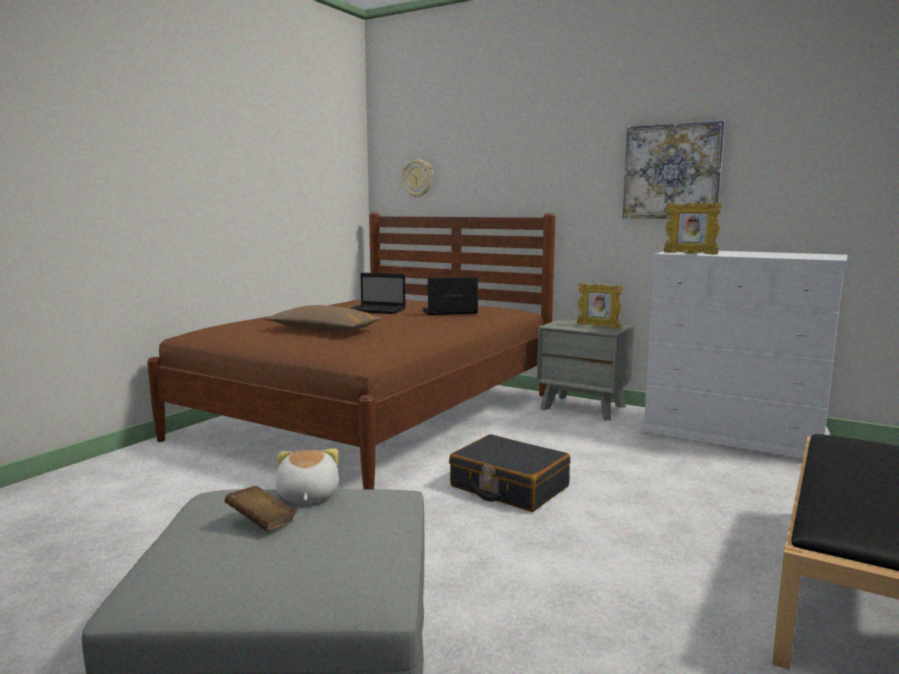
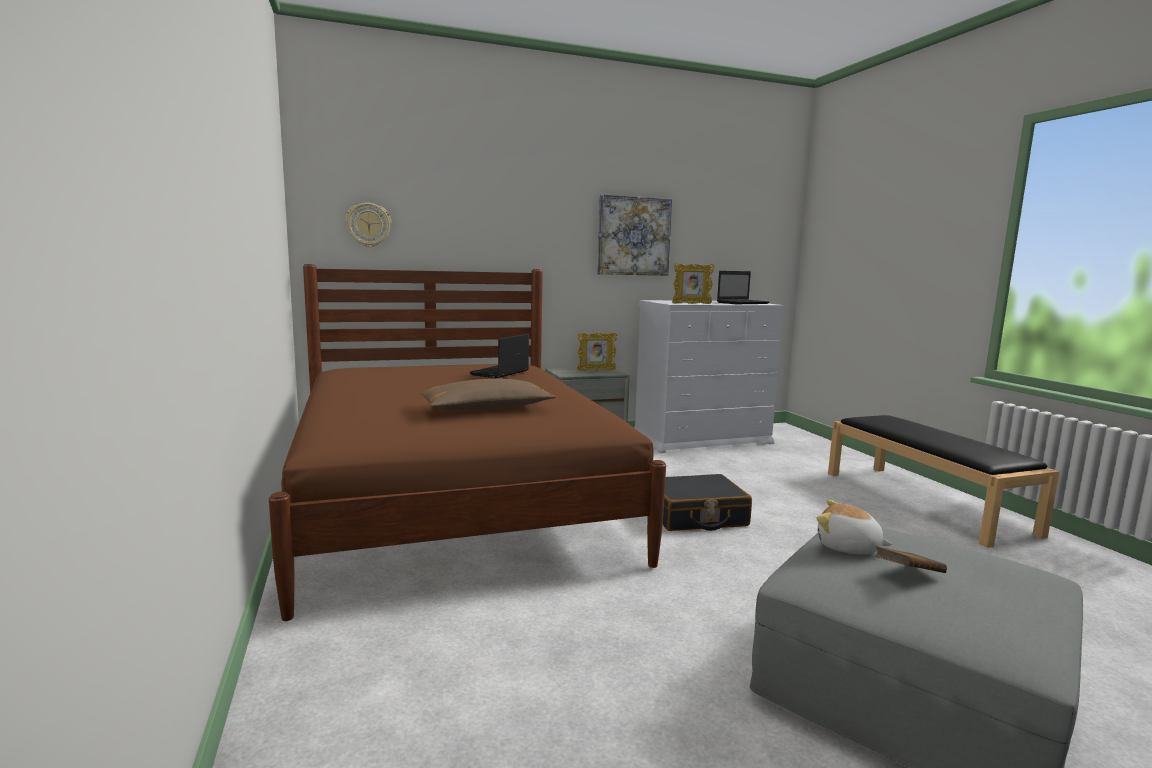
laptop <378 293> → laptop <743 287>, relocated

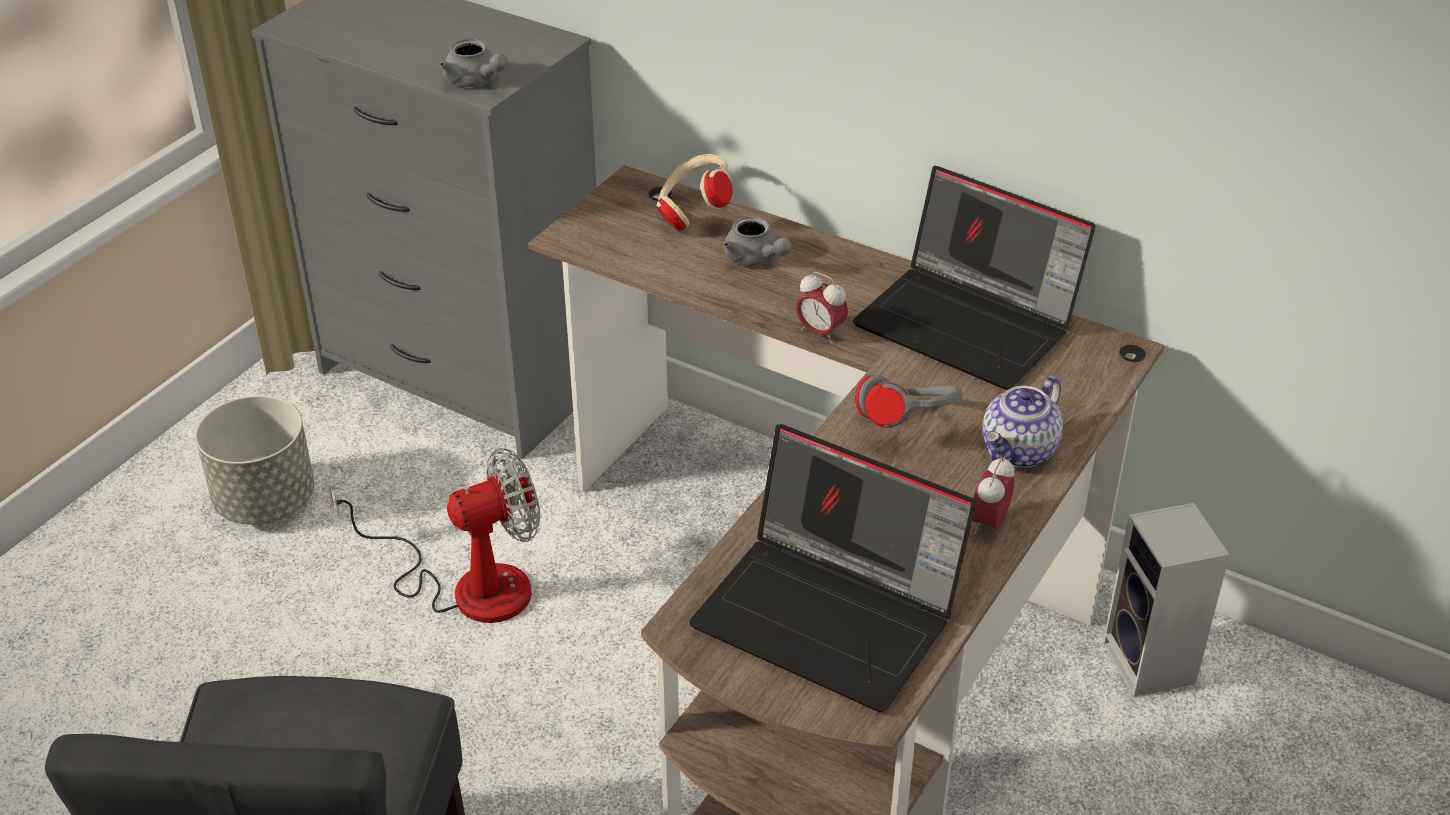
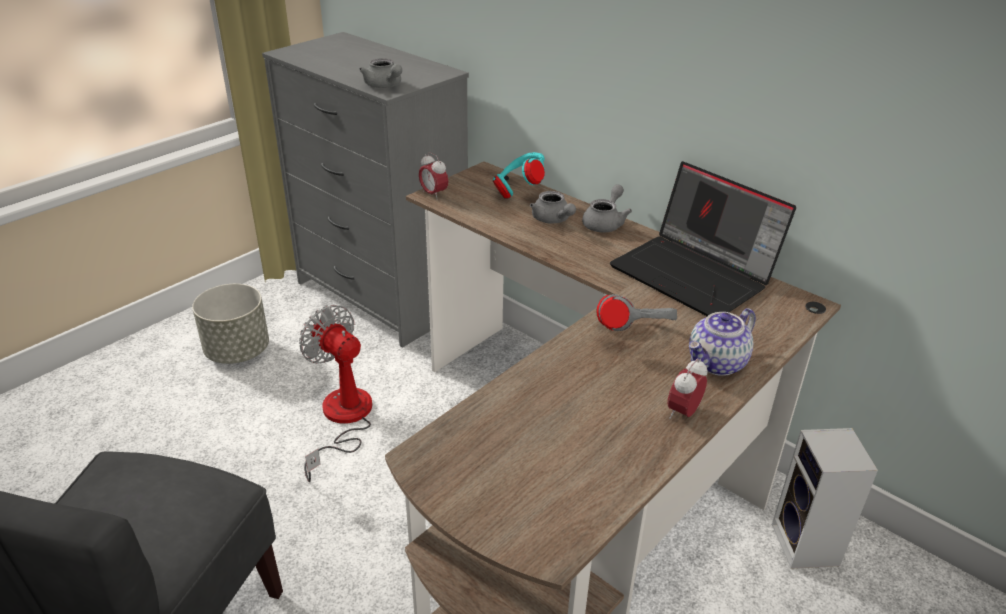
fan <434 535> → fan <335 393>, 120 degrees counterclockwise
beige headphones <694 192> → turquoise headphones <519 175>
laptop <832 568> → -
alarm clock <822 307> → alarm clock <433 176>, relocated
- → grey teapot <607 208>

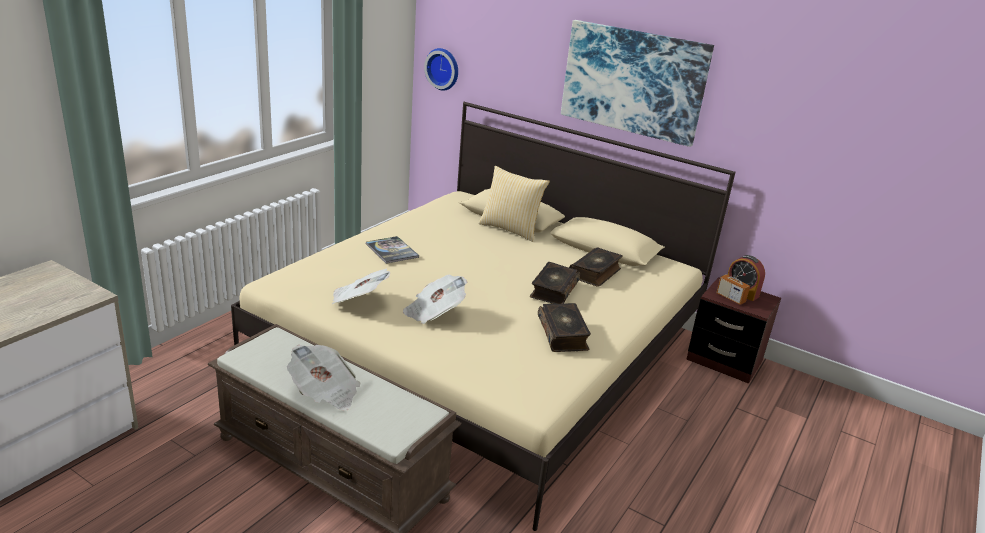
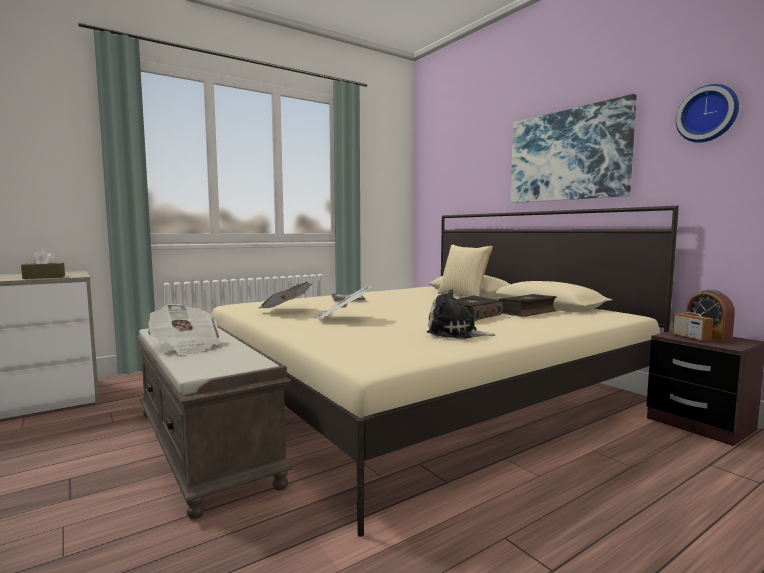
wall clock <441 69> → wall clock <707 113>, relocated
book <564 327> → plush toy <461 314>
- → brown tissue box <43 264>

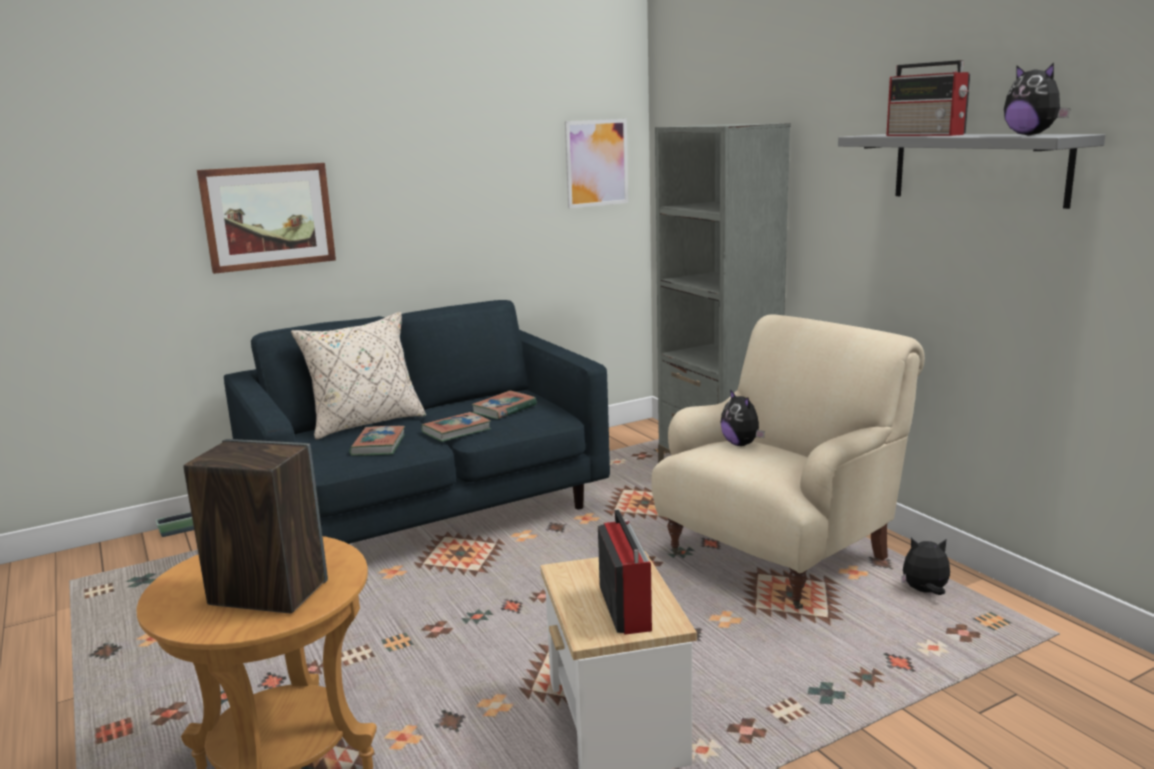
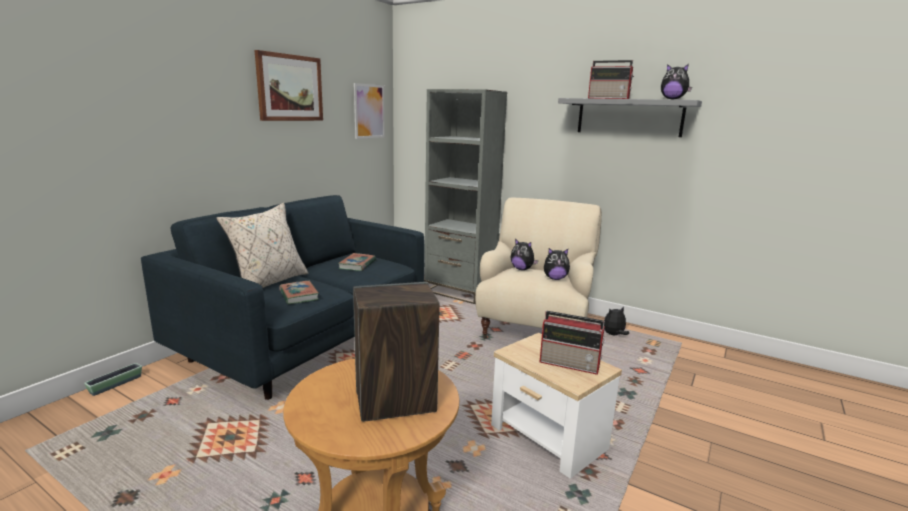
picture <266 218> → picture <289 85>, relocated
book <456 427> → -
radio <625 572> → radio <573 343>, 150 degrees clockwise
- → plush toy <557 264>

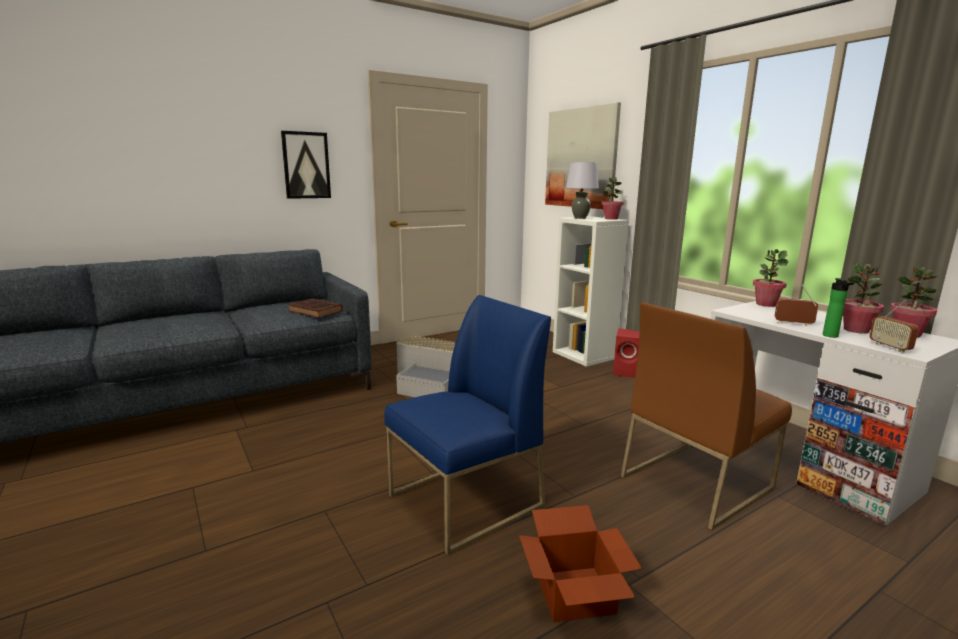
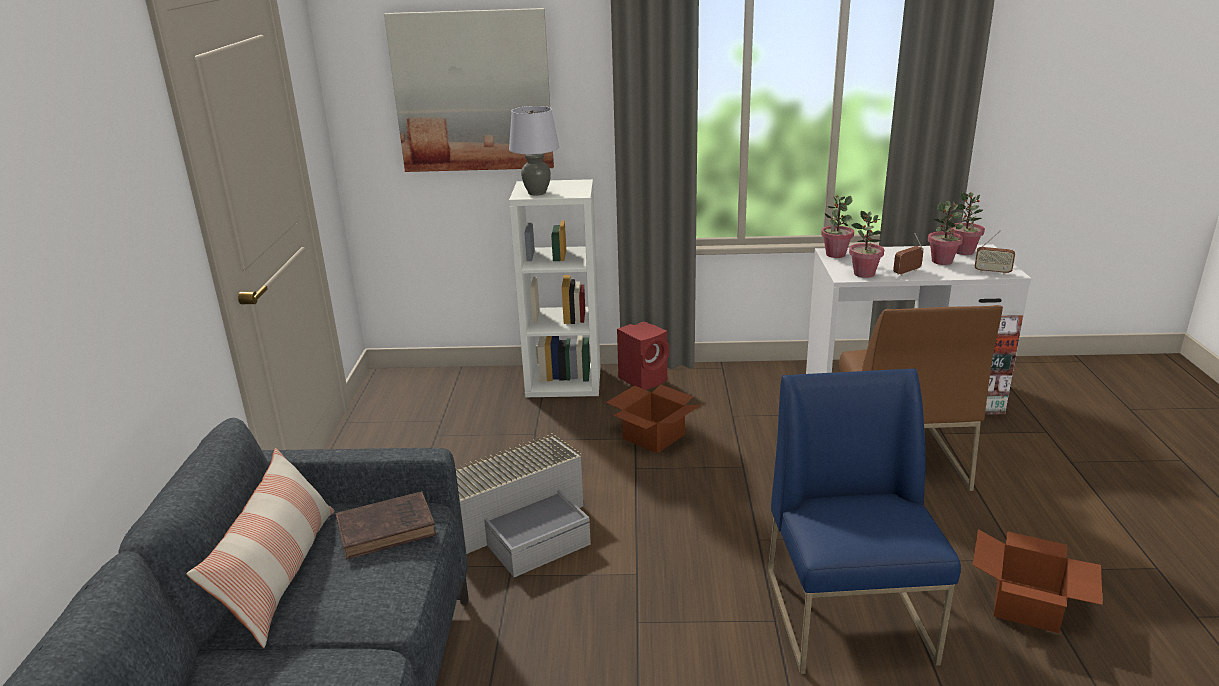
picture <306 165> → -
potted plant <612 199> → potted plant <866 244>, relocated
bottle <838 308> → -
- → pillow <260 548>
- → cardboard box <653 419>

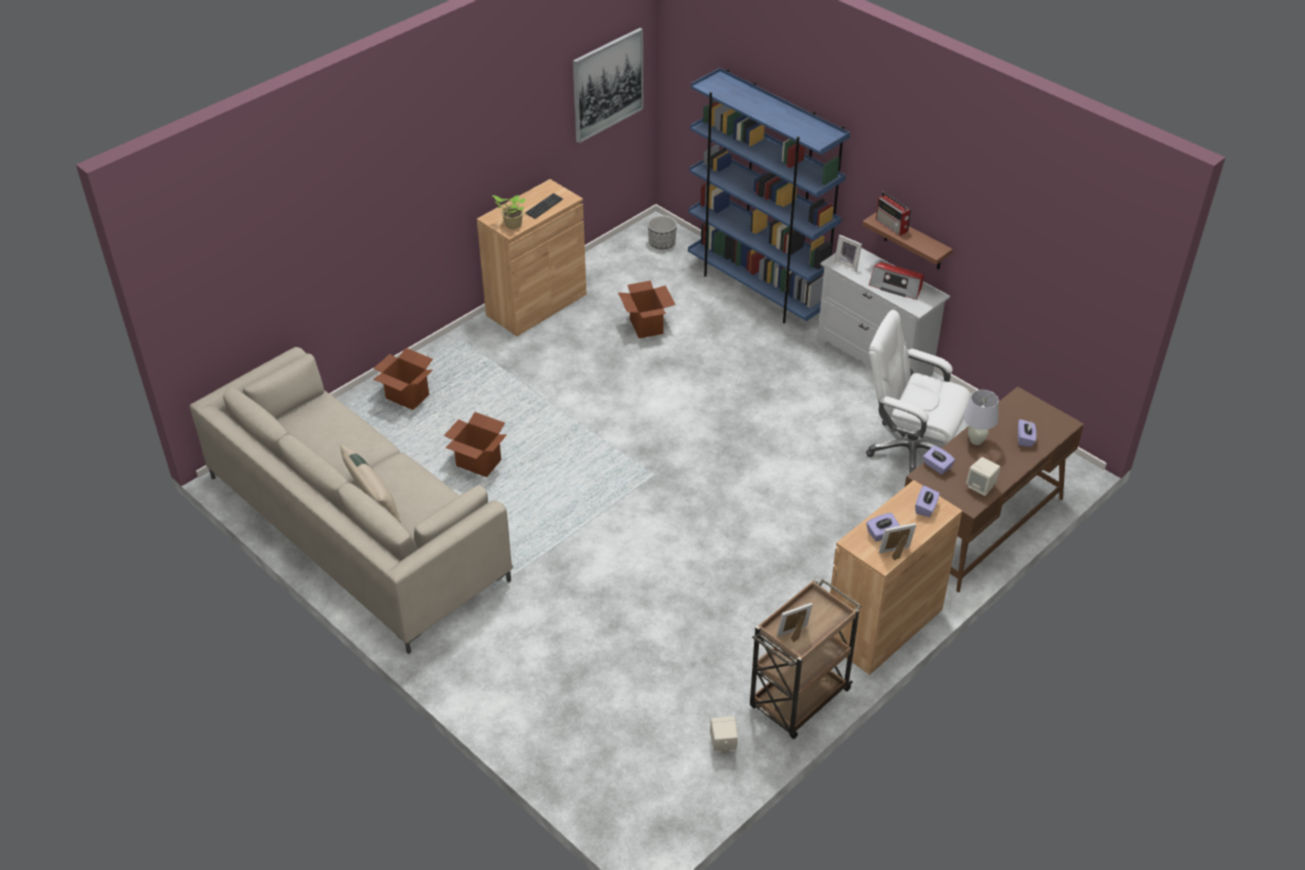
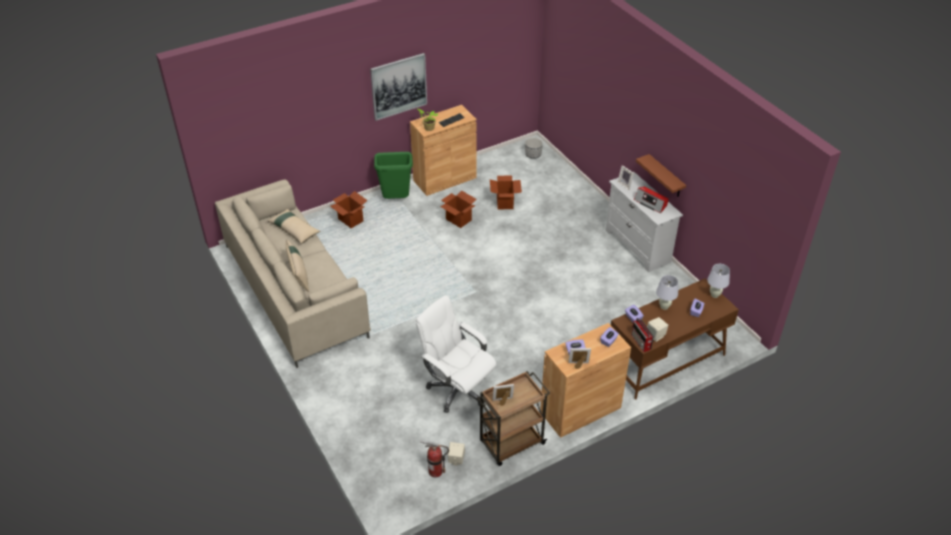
cardboard box <475 444> → cardboard box <458 209>, relocated
picture <608 85> → picture <398 87>, relocated
blue bookcase <769 196> → -
white office chair <918 392> → white office chair <456 354>, relocated
radio <893 213> → radio <642 335>, relocated
- → beige pillow <294 226>
- → green trash can <393 175>
- → fire extinguisher <434 458>
- → white table lamp <718 281>

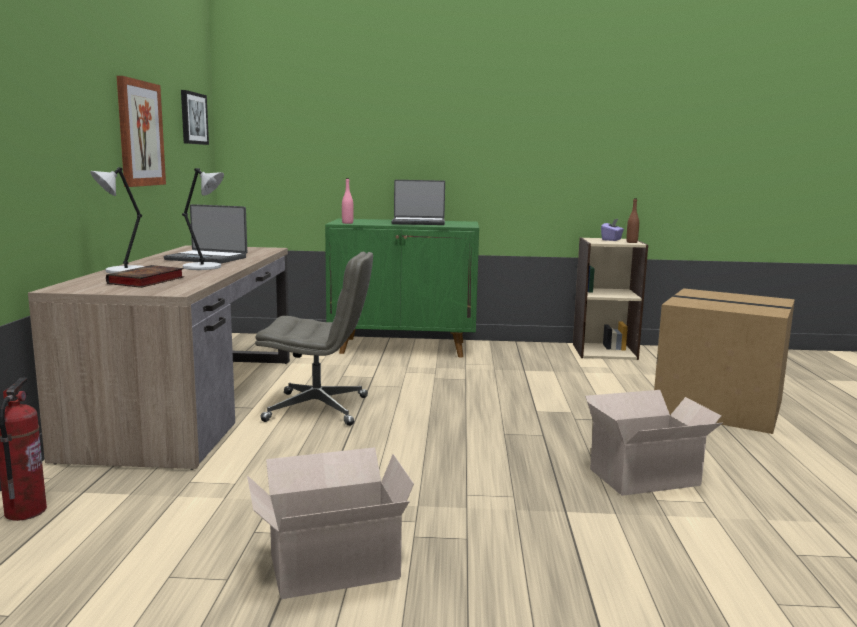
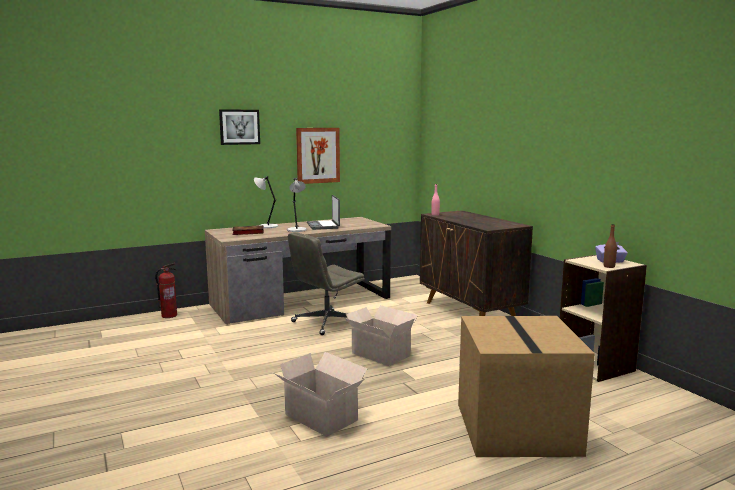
picture <195 117> → picture <239 127>, relocated
cardboard box <330 523> → cardboard box <381 335>, relocated
grey office chair <314 339> → grey office chair <326 283>, 75 degrees clockwise
green cabinet <402 288> → brown cabinet <476 263>
laptop <418 202> → -

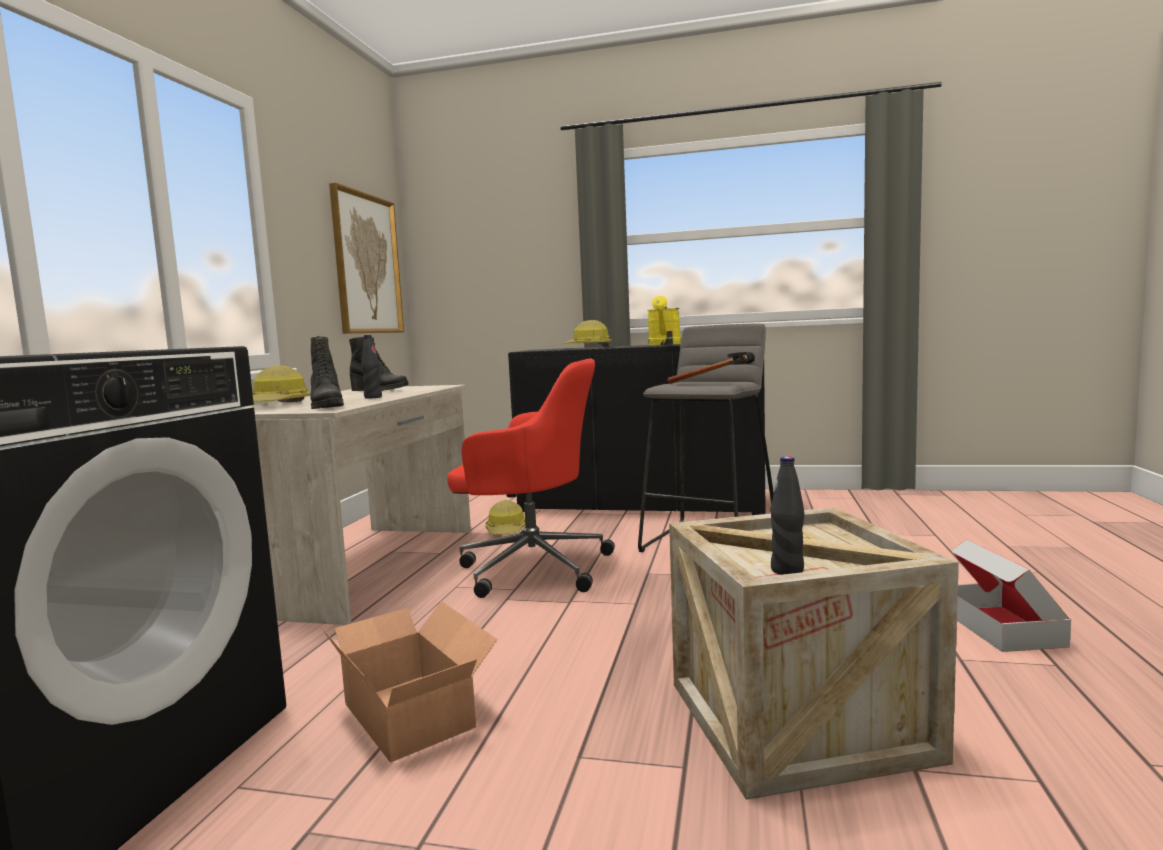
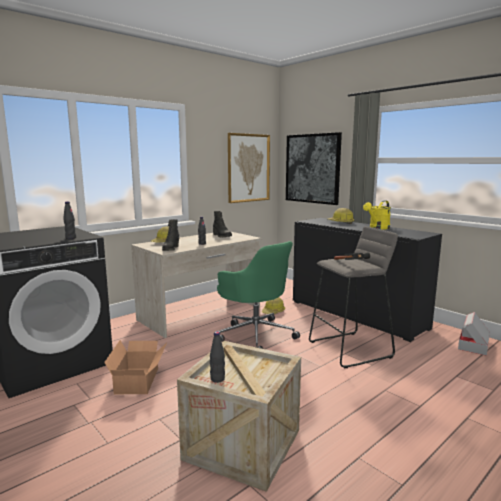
red office chair <531 478> → green office chair <258 295>
cardboard box <1011 596> → cardboard box <474 334>, relocated
- → black bottle <69 220>
- → picture <314 168>

